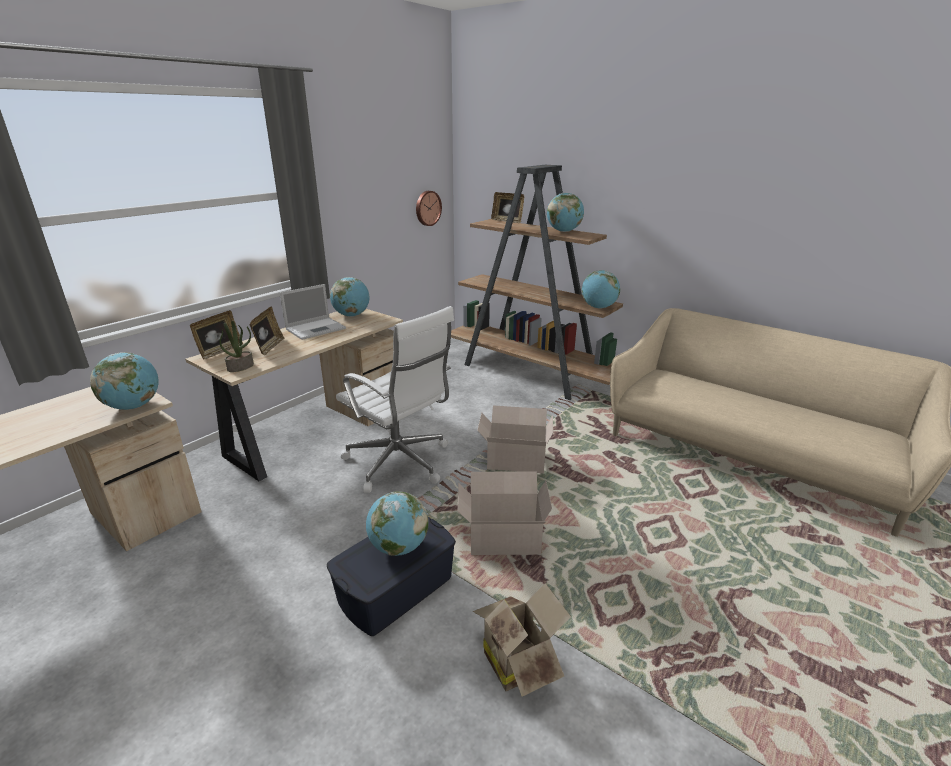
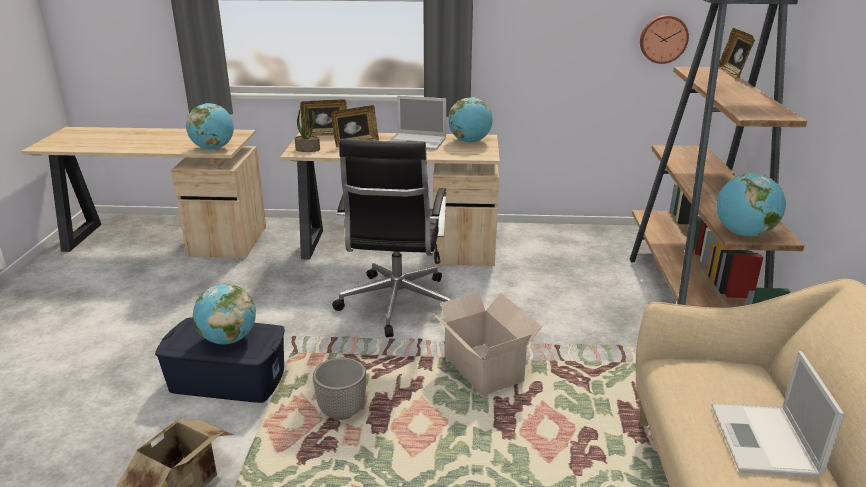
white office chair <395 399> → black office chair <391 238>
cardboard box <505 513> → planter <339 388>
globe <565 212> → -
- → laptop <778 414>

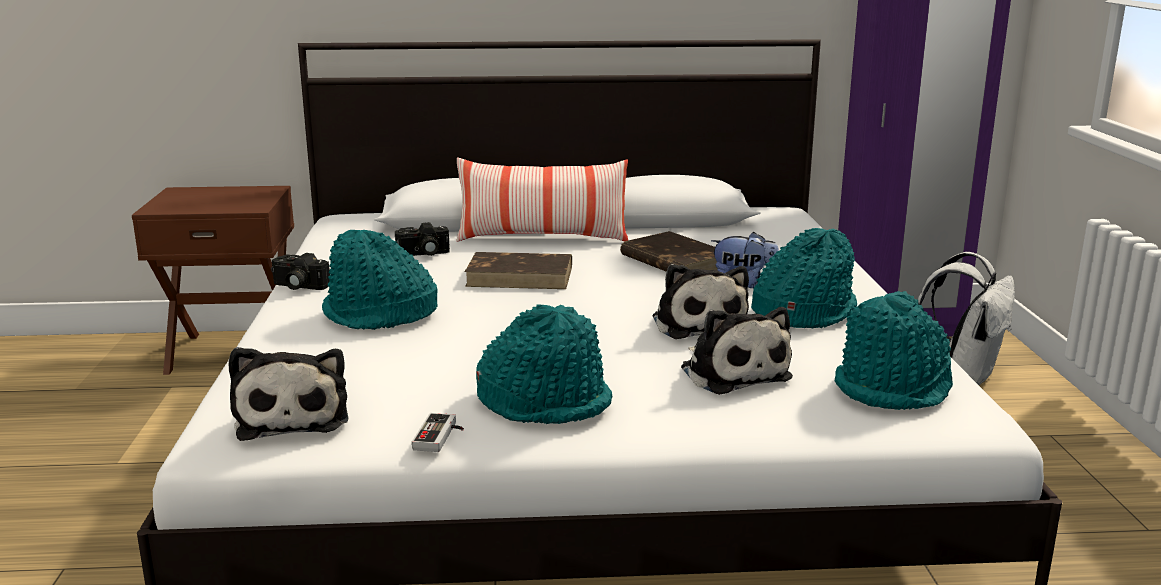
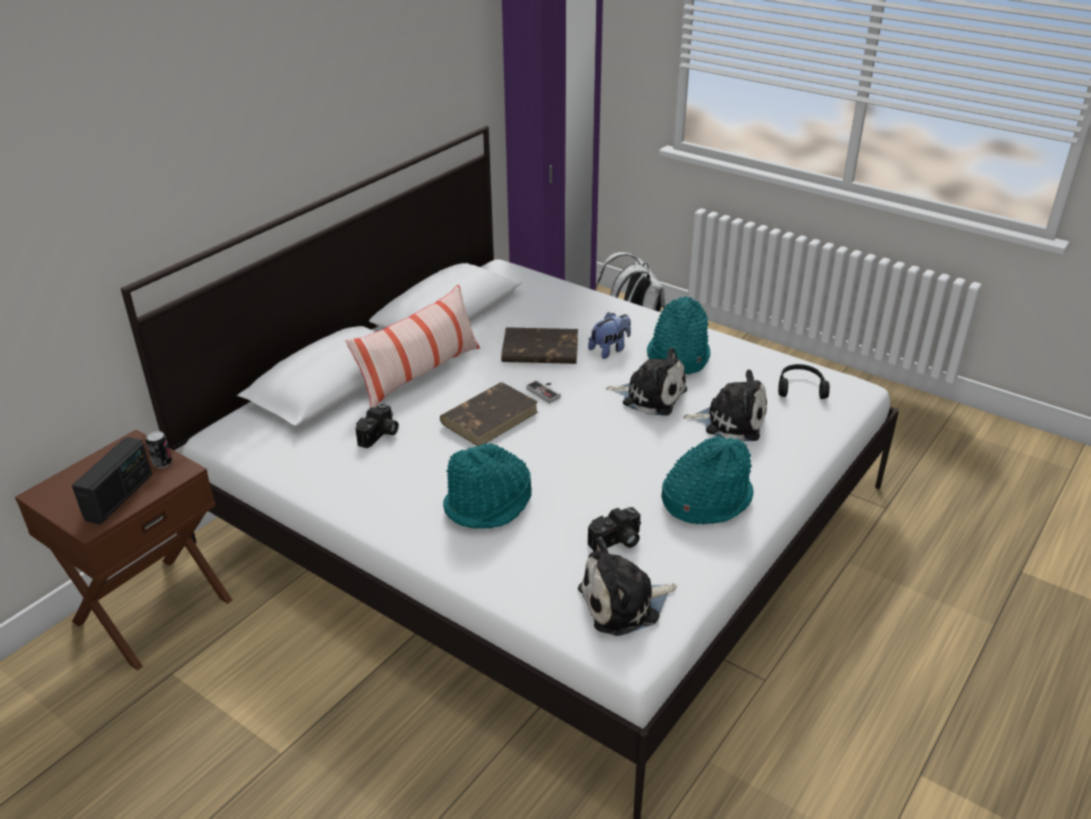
plush toy <288 394> → plush toy <627 586>, 135 degrees clockwise
photo camera <300 271> → photo camera <614 528>, relocated
game controller <438 432> → game controller <543 392>, relocated
turquoise hat <894 350> → black headphones <804 381>
- → radio <112 480>
- → can <159 449>

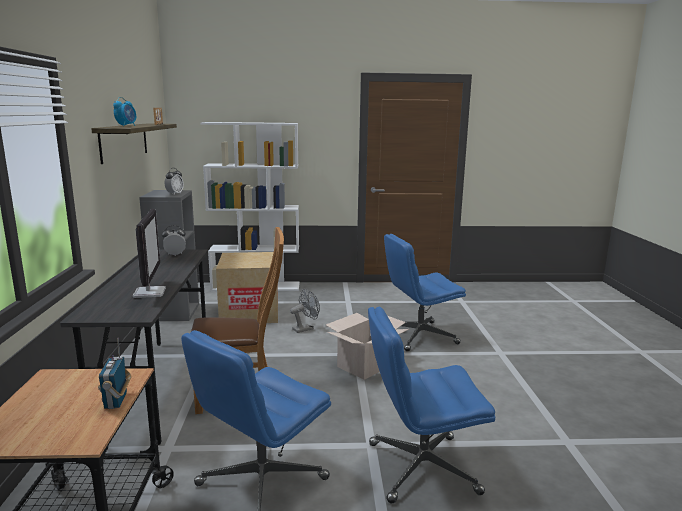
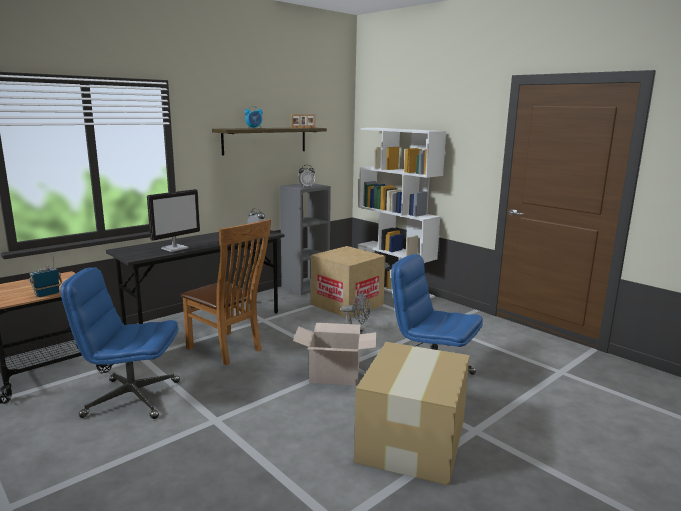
blue office chair <431 405> → -
- → cardboard box <412 414>

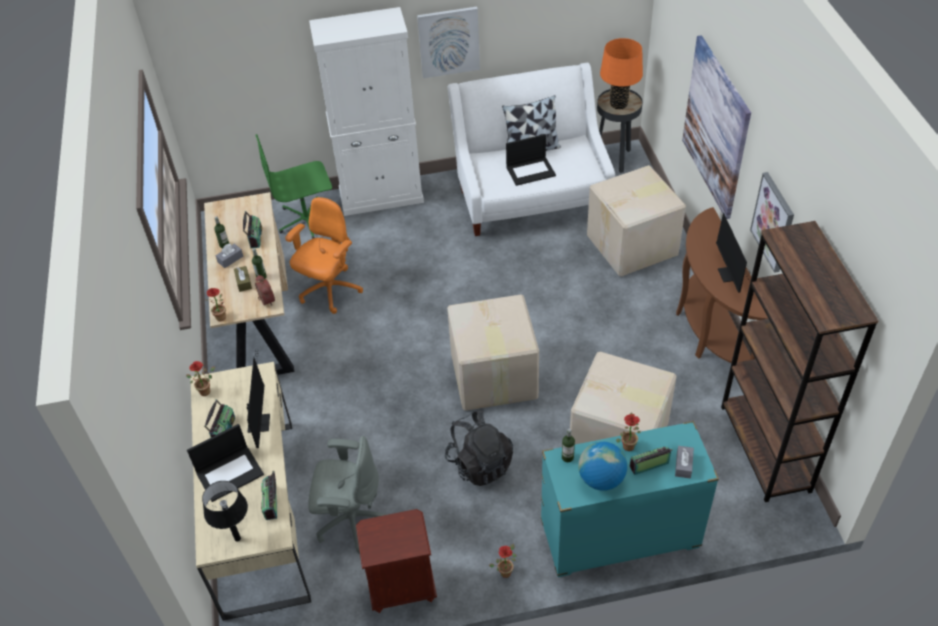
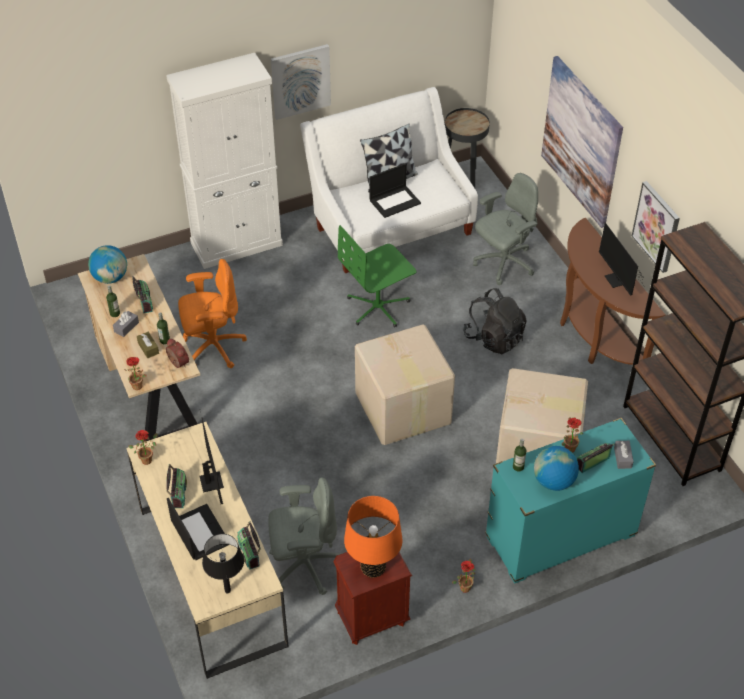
laptop <225 463> → laptop <197 529>, 75 degrees counterclockwise
green office chair <293 186> → green office chair <377 276>, relocated
orange office chair <324 255> → orange office chair <212 313>, 60 degrees clockwise
black backpack <479 448> → black backpack <495 321>, relocated
cardboard box <636 220> → grey office chair <505 229>
orange table lamp <621 73> → orange table lamp <373 537>, relocated
- → globe <107 264>

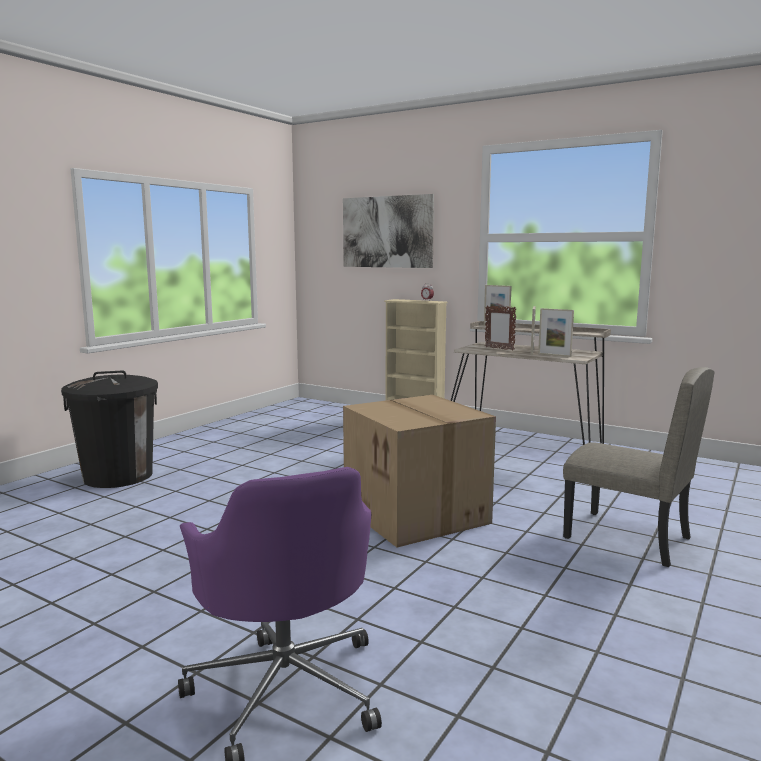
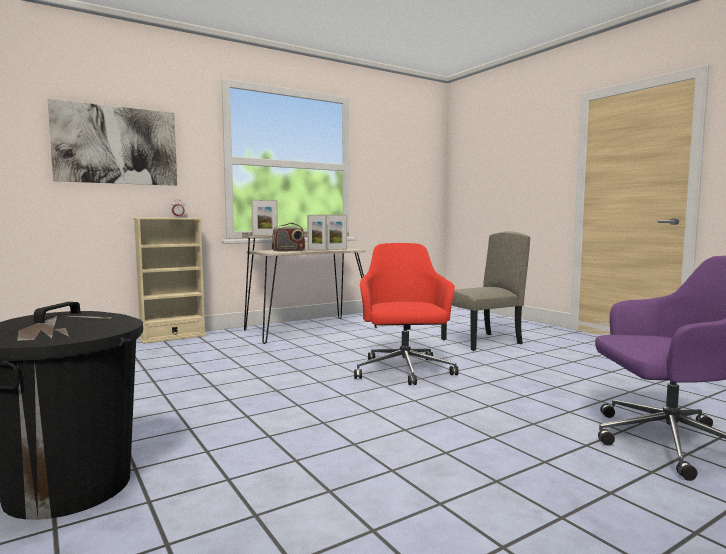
cardboard box <419 471> → red office chair <406 314>
picture frame <500 328> → radio <288 237>

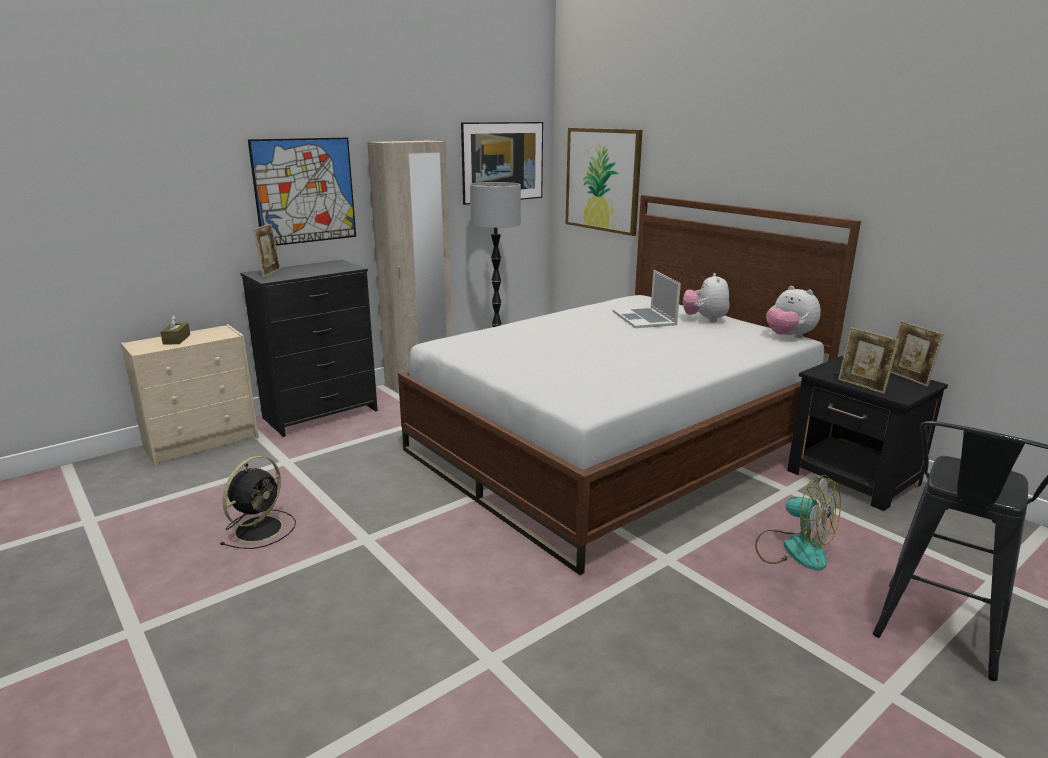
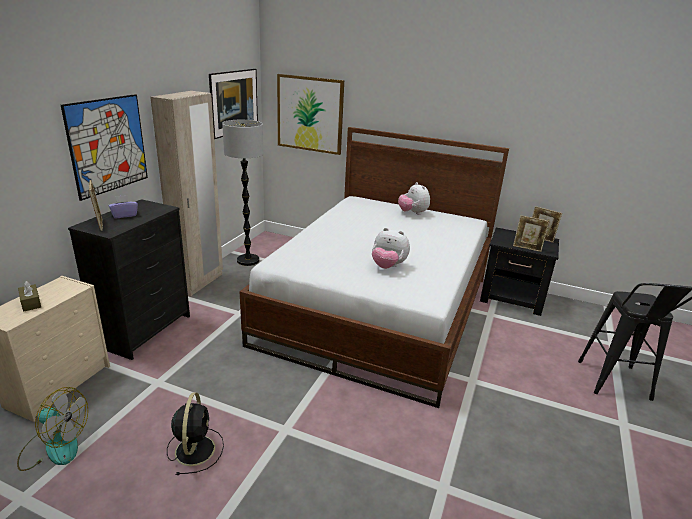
laptop <646 299> → -
fan <798 522> → fan <52 429>, relocated
plush toy <793 312> → plush toy <391 248>, relocated
- → purple tissue box <123 206>

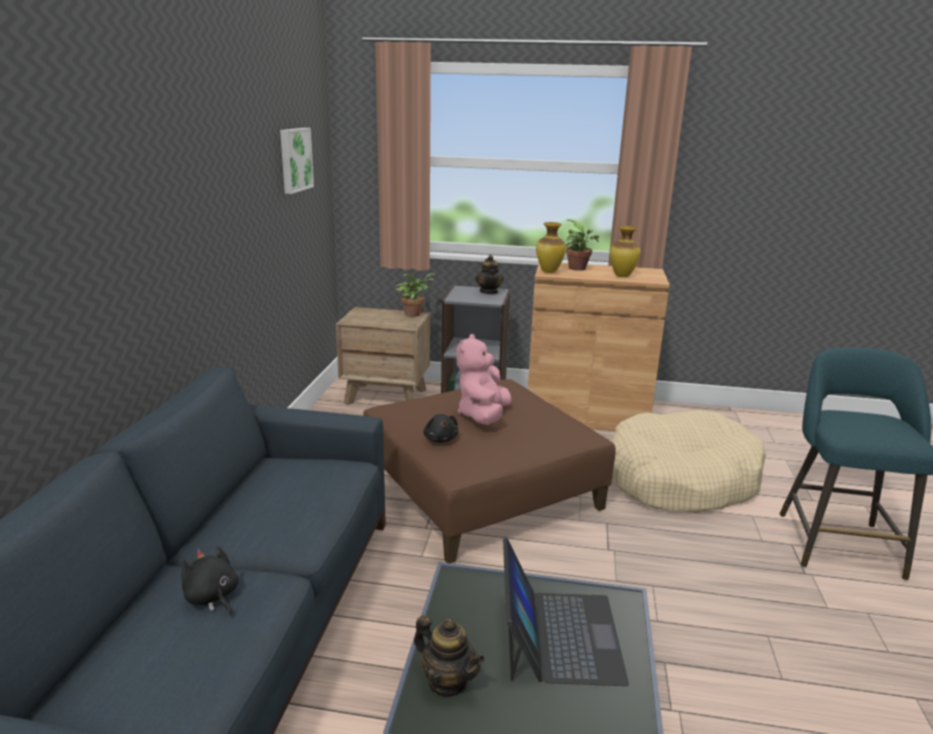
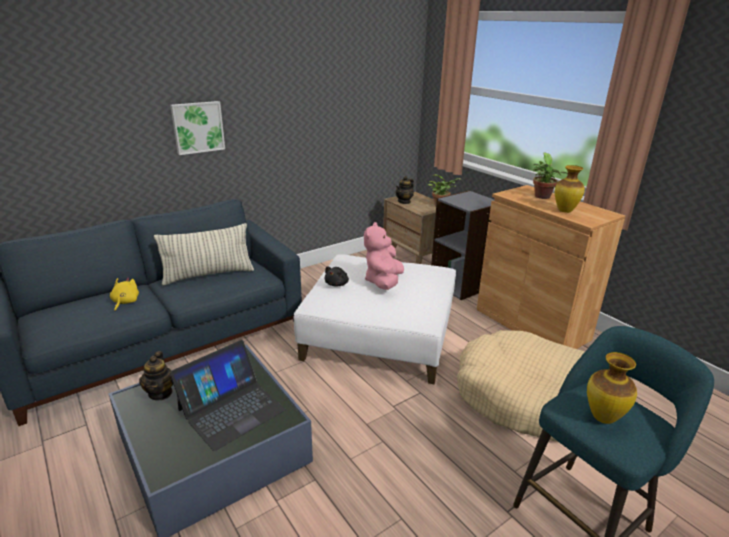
black plush toy <210 581> → yellow plush toy <124 294>
picture <297 161> → picture <197 128>, relocated
brown ottoman <489 471> → white ottoman <374 319>
pink plush toy <484 379> → pink plush toy <384 256>, 45 degrees counterclockwise
teapot <489 274> → teapot <405 190>, relocated
vase <551 247> → vase <612 388>, relocated
- → pillow <204 254>

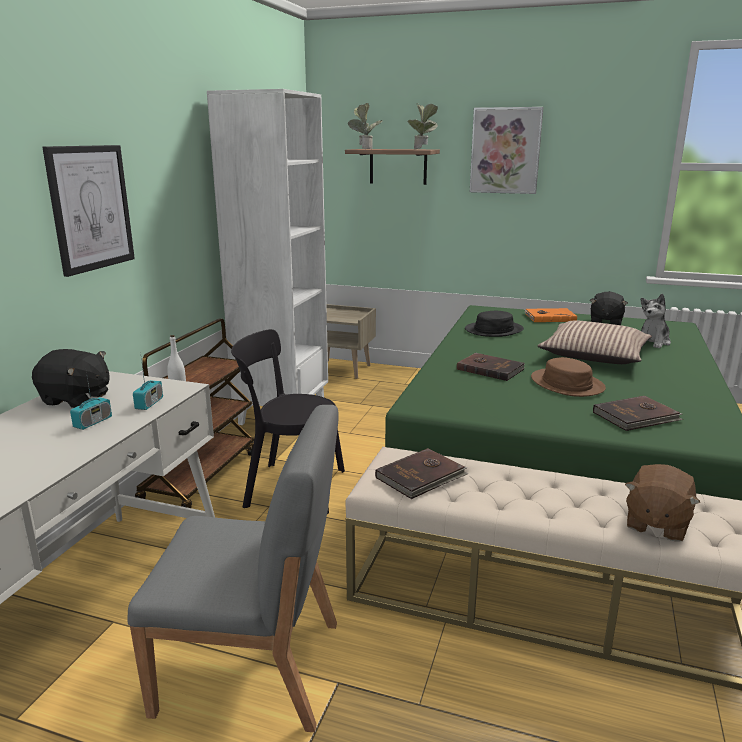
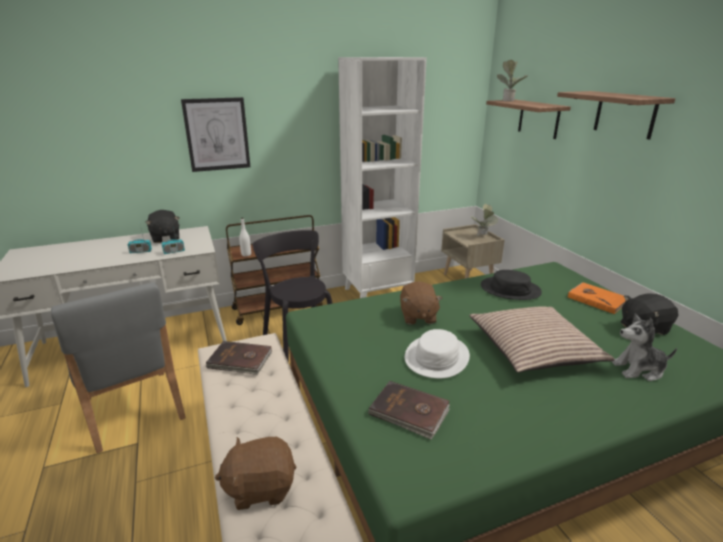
potted plant <423 126> → potted plant <484 220>, relocated
brown book <491 367> → brown plush toy <421 303>
picture <506 150> → shelf <616 115>
brown hat <568 377> → white hat <437 354>

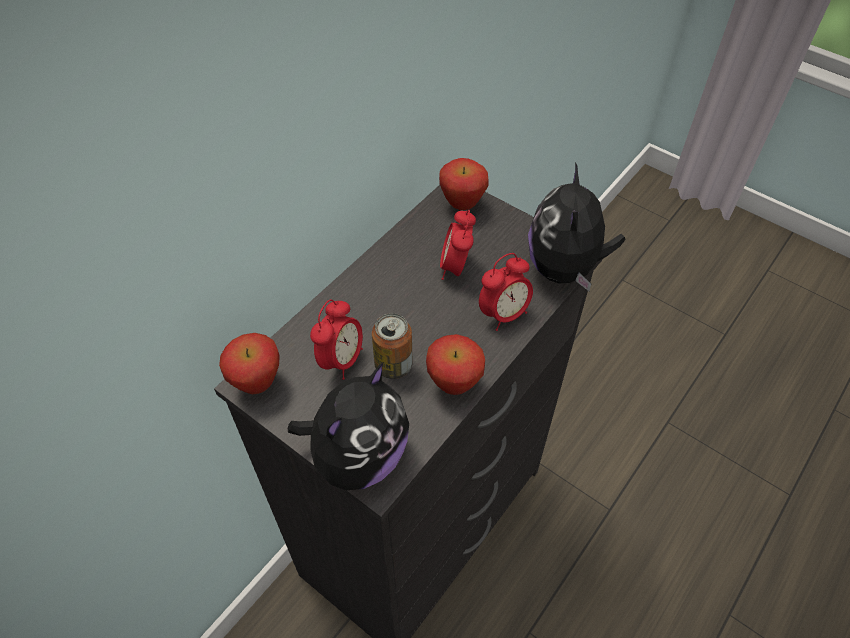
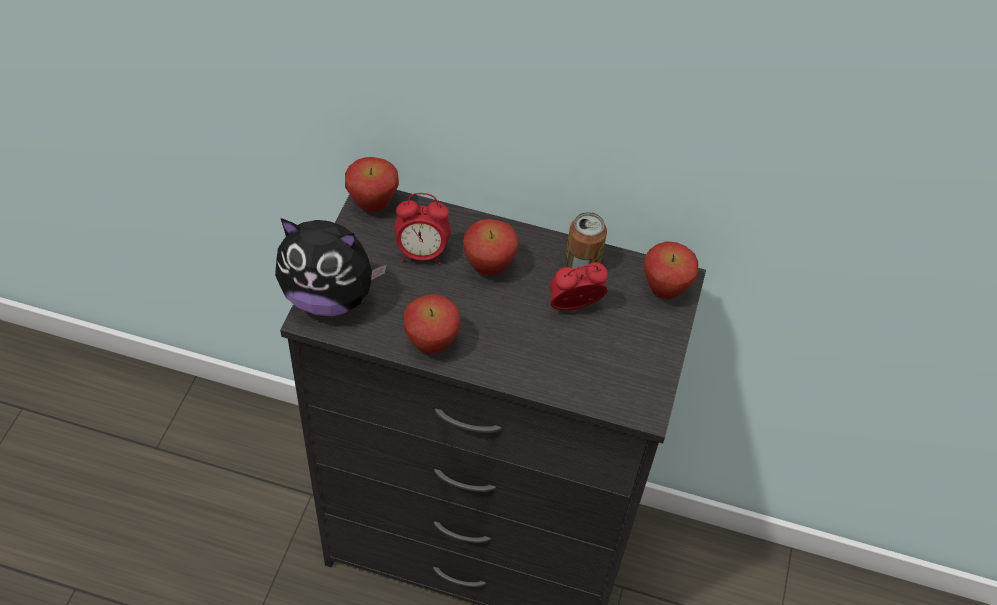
can <392 346> → can <586 240>, relocated
alarm clock <506 292> → -
plush toy <577 226> → -
- → apple <490 247>

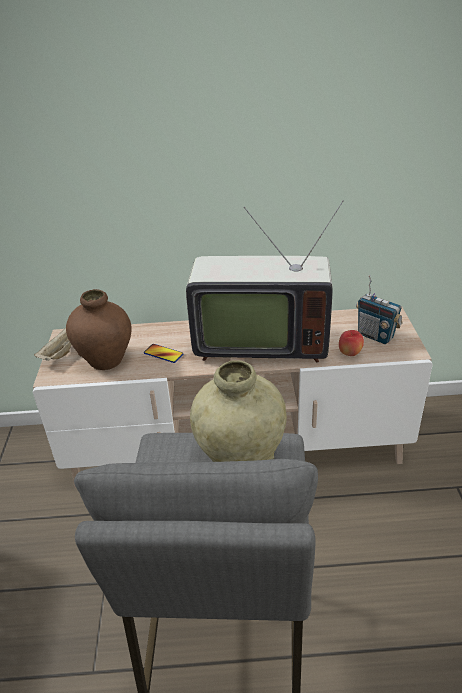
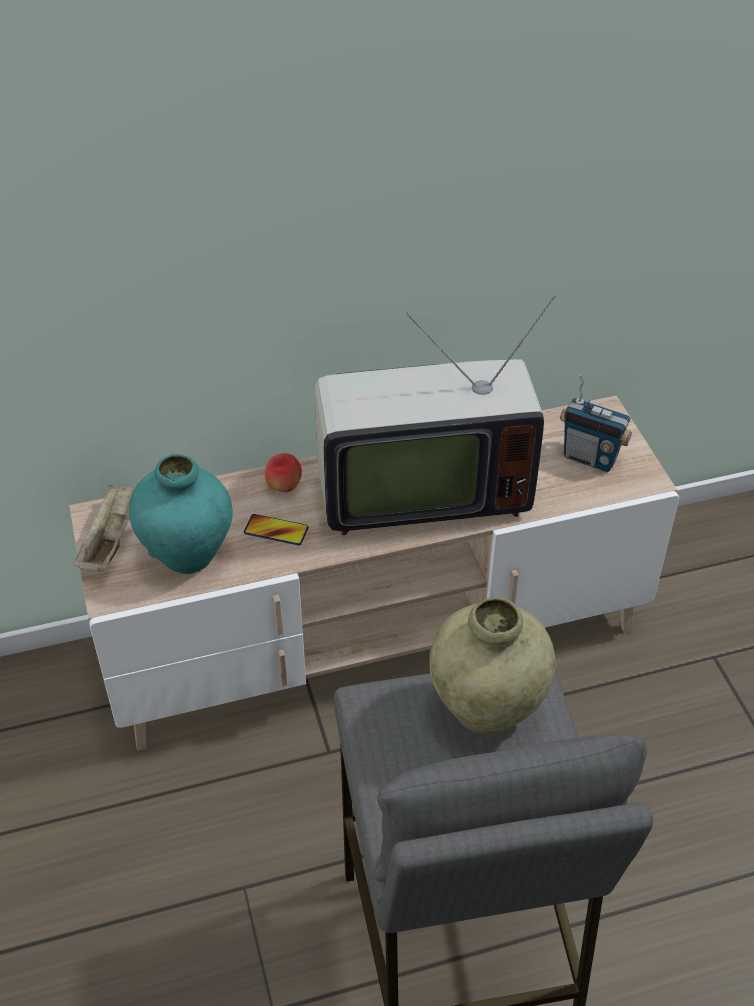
brown vase <99 329> → turquoise vase <181 514>
apple <351 343> → apple <283 472>, relocated

